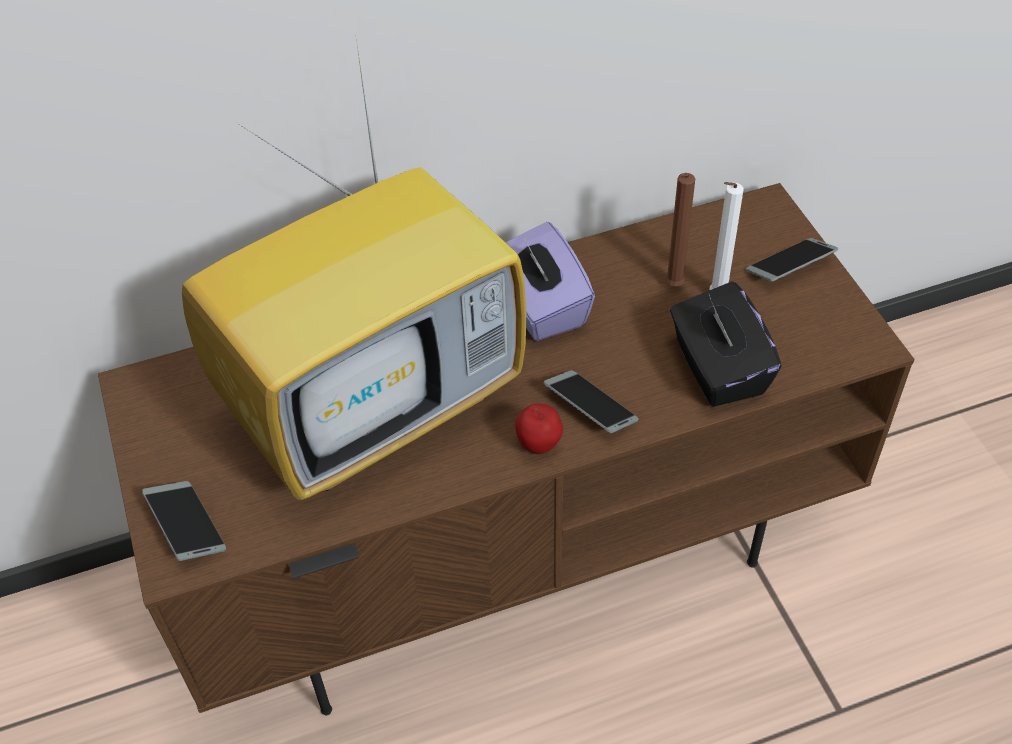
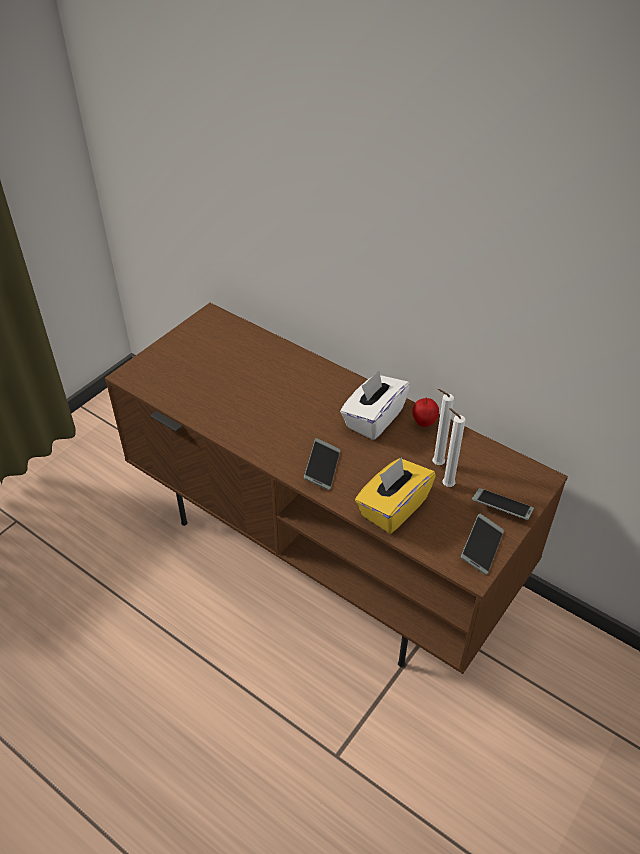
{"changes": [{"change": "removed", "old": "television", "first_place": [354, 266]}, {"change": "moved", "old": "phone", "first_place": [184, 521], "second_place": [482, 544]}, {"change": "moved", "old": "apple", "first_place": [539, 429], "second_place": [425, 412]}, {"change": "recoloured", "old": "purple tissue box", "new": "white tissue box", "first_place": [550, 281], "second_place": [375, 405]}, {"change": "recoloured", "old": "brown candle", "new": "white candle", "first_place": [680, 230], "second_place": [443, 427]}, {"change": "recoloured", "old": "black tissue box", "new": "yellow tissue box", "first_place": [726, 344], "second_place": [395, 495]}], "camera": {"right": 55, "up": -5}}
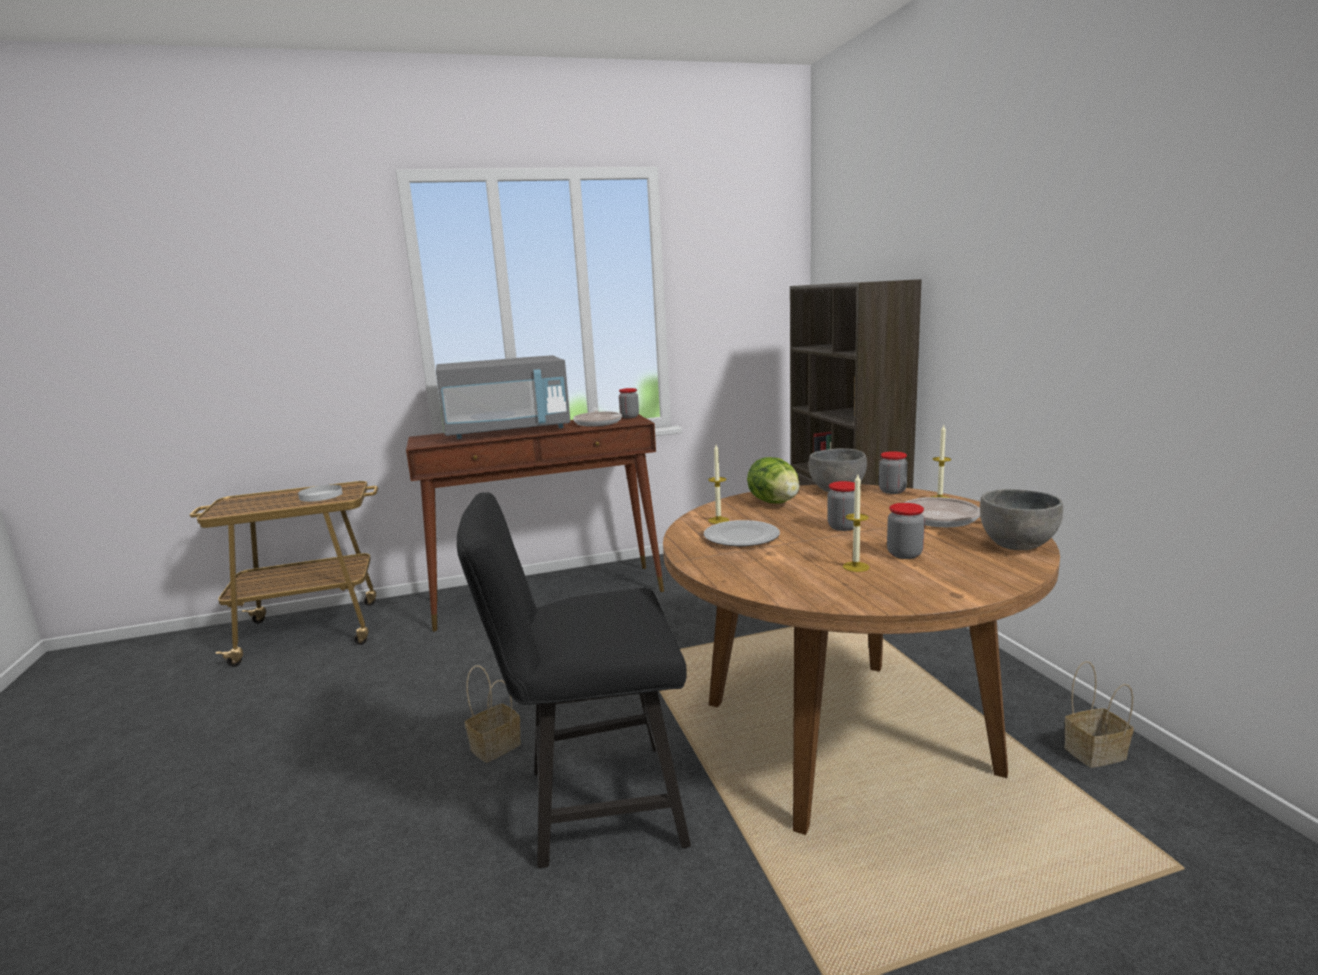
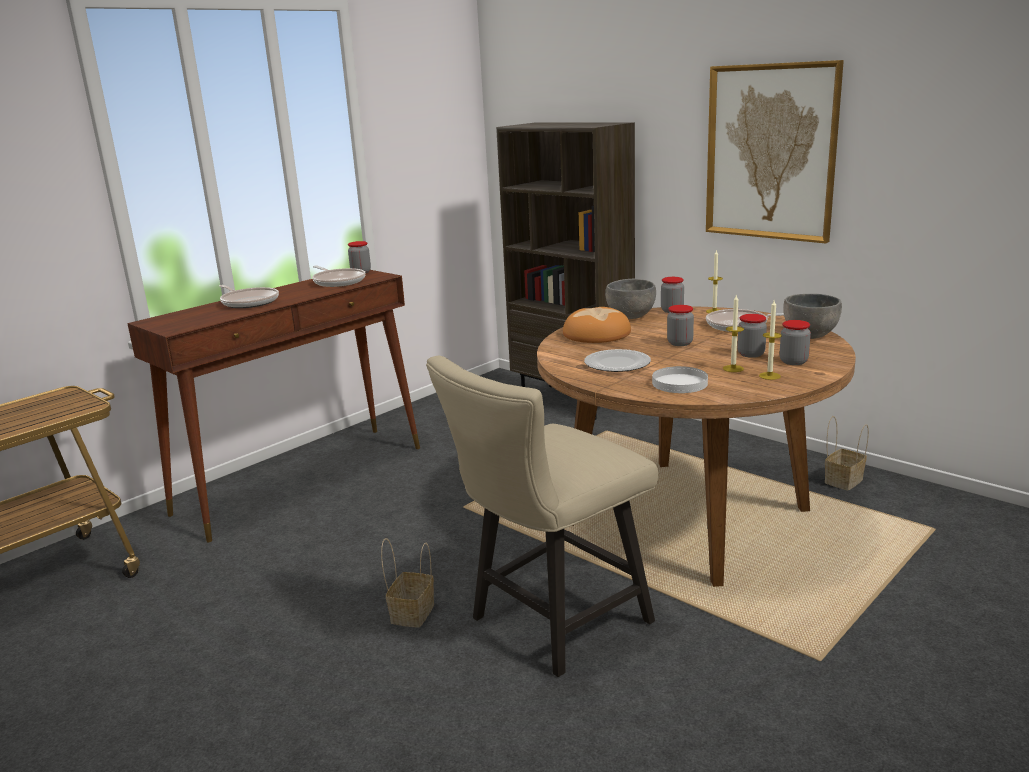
{"changes": [{"change": "added", "new": "picture", "second_place": [775, 151]}, {"change": "added", "new": "jar", "second_place": [795, 342]}, {"change": "moved", "old": "white plate", "first_place": [320, 493], "second_place": [680, 379]}, {"change": "moved", "old": "candle", "first_place": [718, 484], "second_place": [770, 340]}, {"change": "replaced", "old": "grey microwave", "new": "frying pan", "first_place": [503, 397], "second_place": [249, 296]}, {"change": "replaced", "old": "lettuce", "new": "bread", "first_place": [773, 480], "second_place": [597, 325]}, {"change": "recoloured", "old": "black chair", "new": "beige chair", "first_place": [574, 680], "second_place": [542, 516]}], "camera": {"right": -30, "up": 5}}
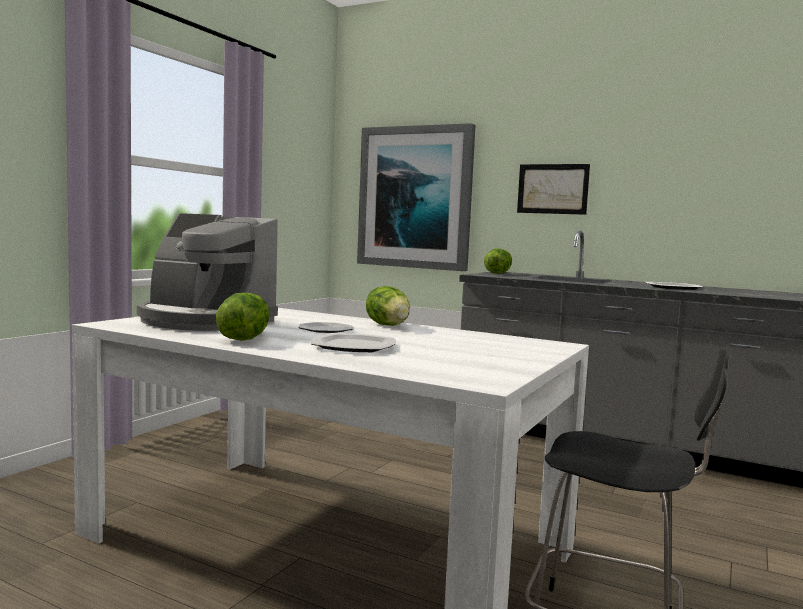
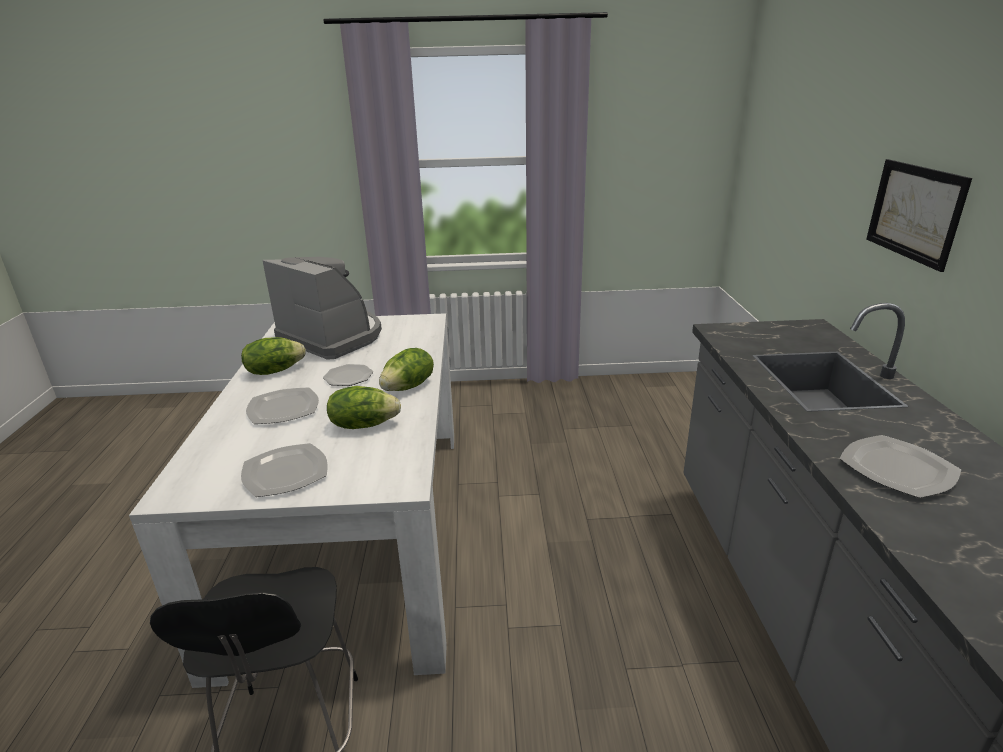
{"changes": [{"change": "removed", "old": "picture", "first_place": [416, 197]}, {"change": "added", "new": "plate", "second_place": [284, 470]}, {"change": "moved", "old": "lettuce", "first_place": [498, 261], "second_place": [364, 407]}, {"change": "turned", "old": "coffee machine", "first_place": [207, 272], "second_place": [322, 308], "degrees": 135}], "camera": {"right": 60, "up": 20}}
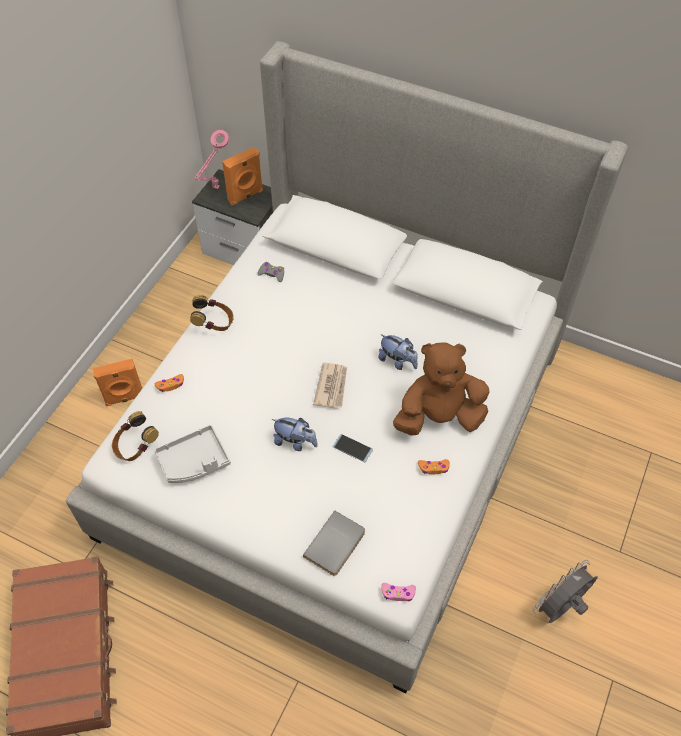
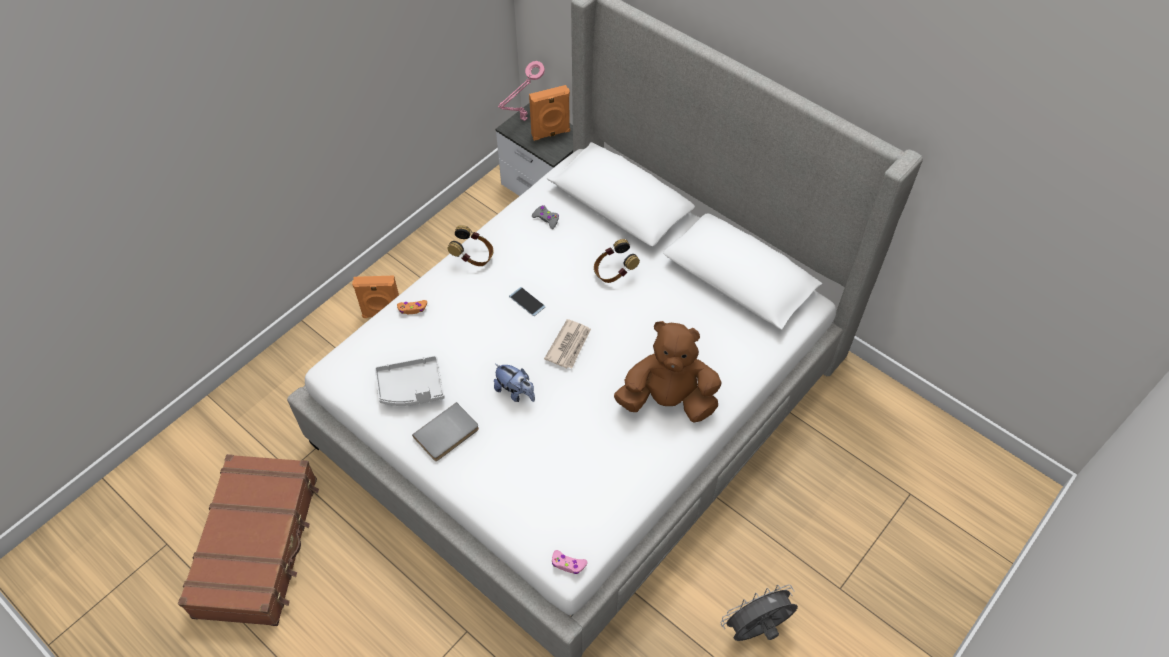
{"changes": [{"change": "removed", "old": "plush toy", "first_place": [398, 352]}, {"change": "removed", "old": "orange game controller", "first_place": [434, 466]}, {"change": "moved", "old": "headphones", "first_place": [135, 436], "second_place": [617, 261]}, {"change": "moved", "old": "grey book", "first_place": [334, 543], "second_place": [445, 431]}, {"change": "moved", "old": "phone", "first_place": [352, 448], "second_place": [527, 301]}], "camera": {"right": 15, "up": 0}}
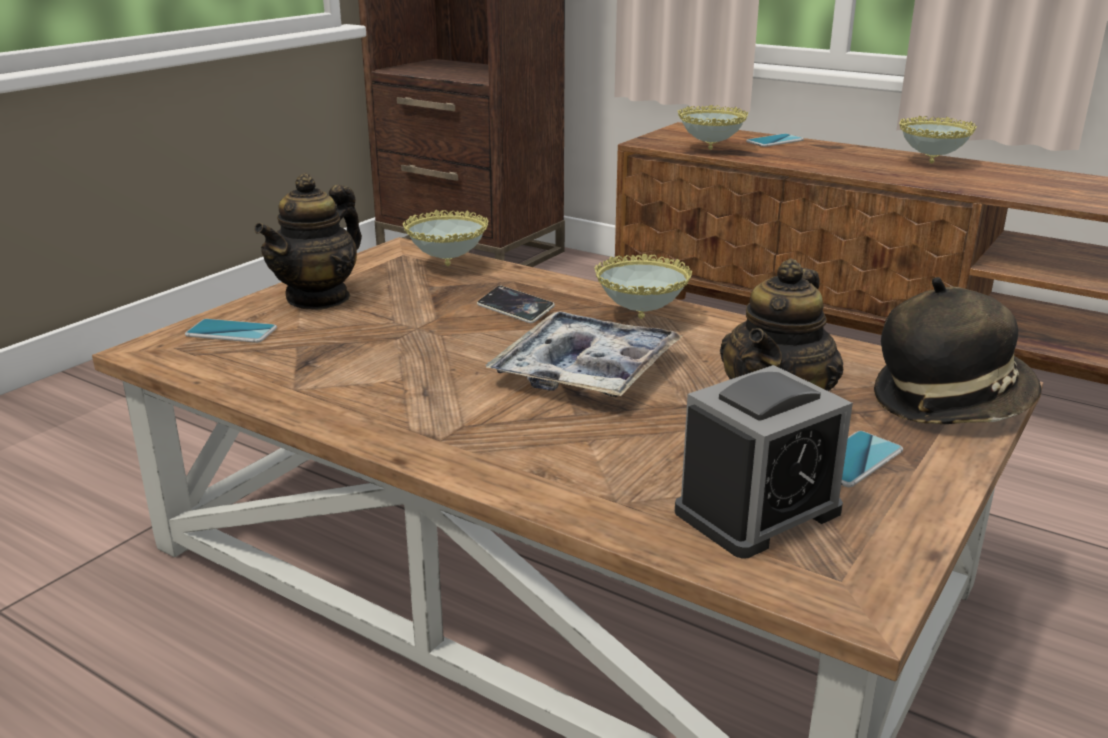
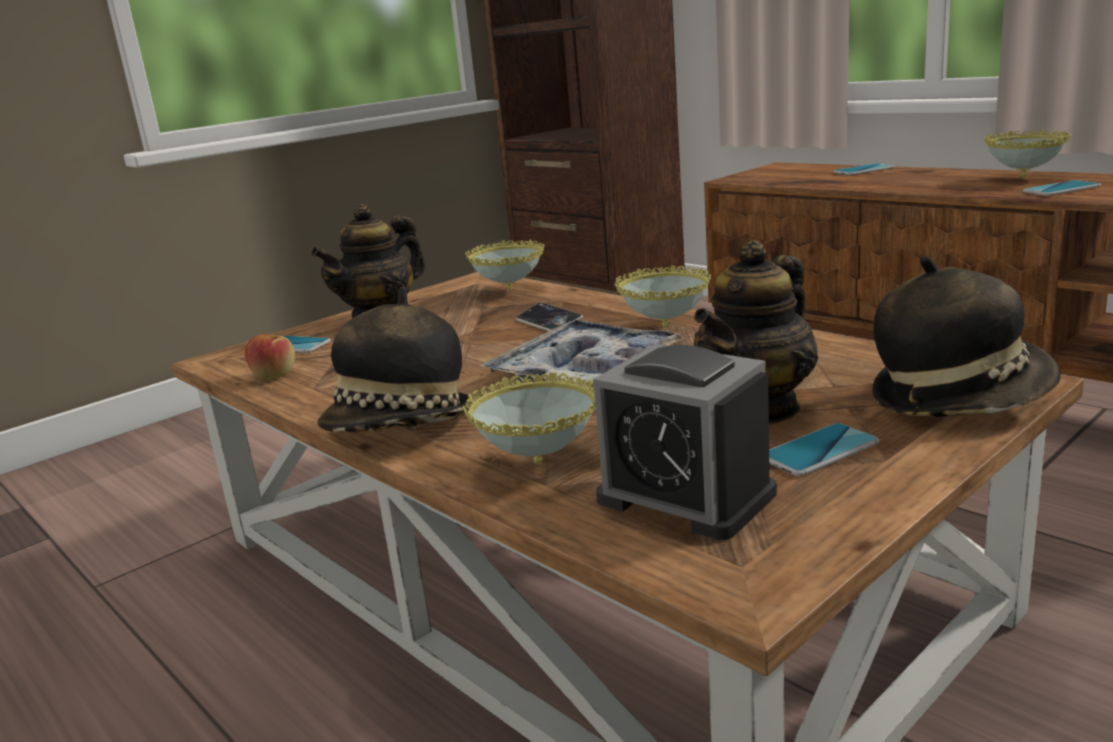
{"changes": [{"change": "added", "new": "apple", "second_place": [270, 357]}, {"change": "added", "new": "hat", "second_place": [394, 359]}, {"change": "added", "new": "phone", "second_place": [1061, 188]}, {"change": "moved", "old": "bowl", "first_place": [713, 127], "second_place": [529, 418]}, {"change": "turned", "old": "alarm clock", "first_place": [764, 462], "second_place": [685, 442], "degrees": 60}], "camera": {"right": 15, "up": -5}}
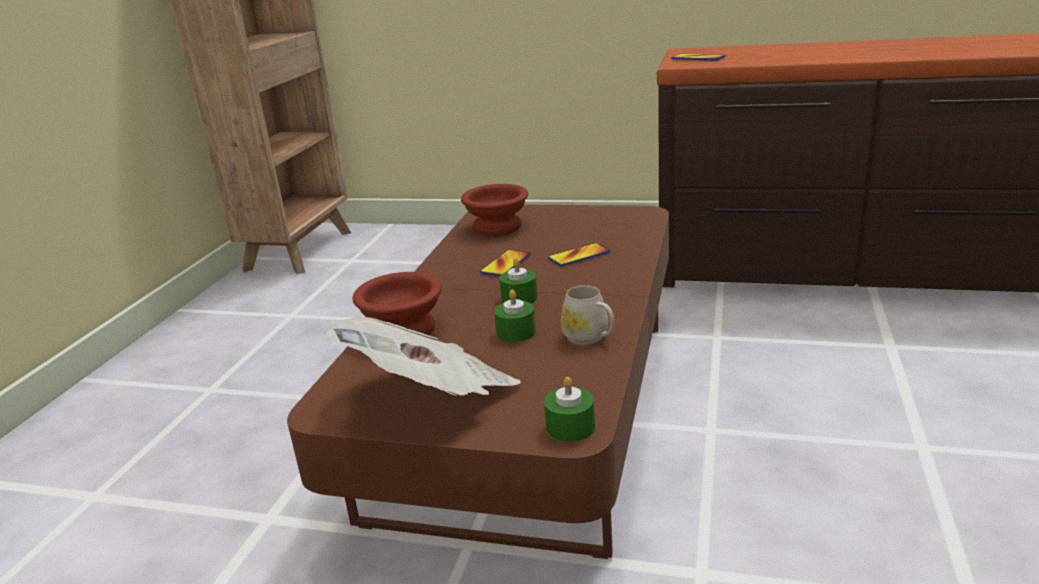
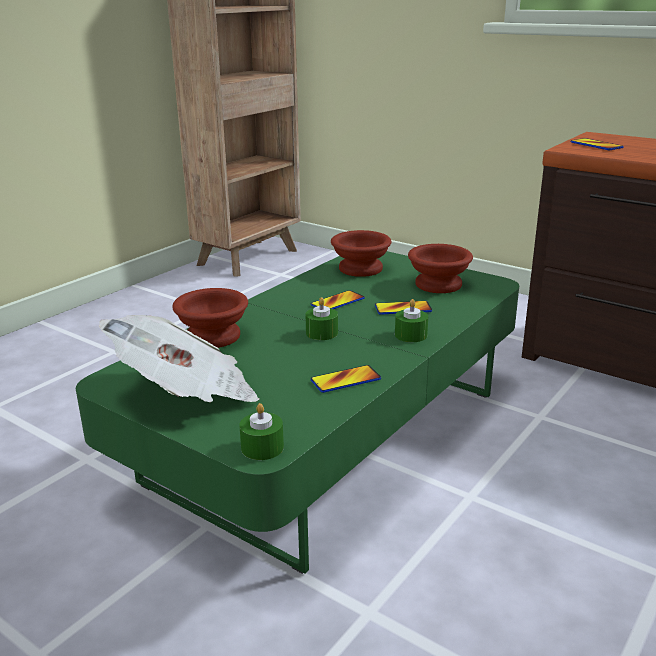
{"changes": [{"change": "added", "new": "brown bowl", "second_place": [440, 268]}, {"change": "moved", "old": "green candle", "first_place": [515, 316], "second_place": [411, 320]}, {"change": "replaced", "old": "white mug", "new": "phone", "first_place": [588, 315], "second_place": [346, 379]}, {"change": "recoloured", "old": "brown coffee table", "new": "green coffee table", "first_place": [478, 382], "second_place": [297, 412]}], "camera": {"right": 20, "up": 0}}
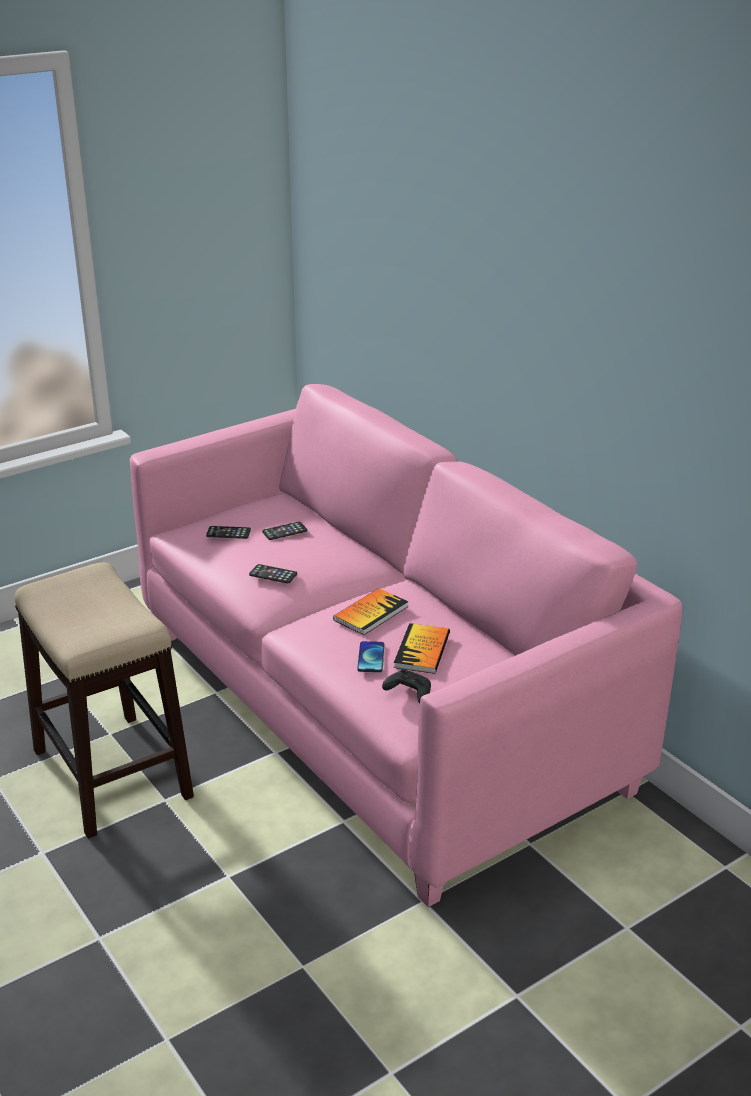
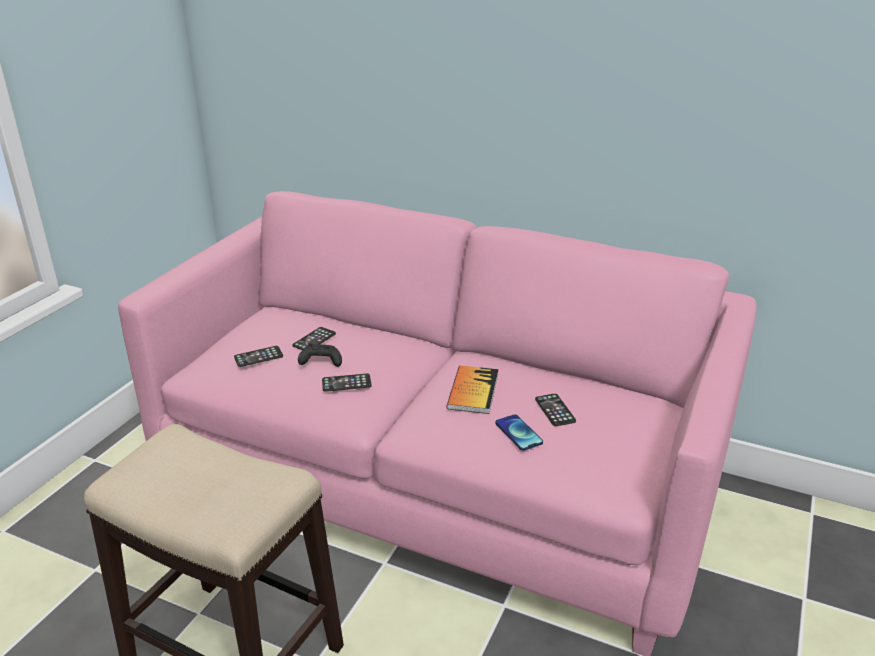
{"changes": [{"change": "moved", "old": "black game controller", "first_place": [406, 686], "second_place": [320, 355]}, {"change": "replaced", "old": "book", "new": "phone", "first_place": [422, 648], "second_place": [555, 410]}], "camera": {"right": -30, "up": 0}}
